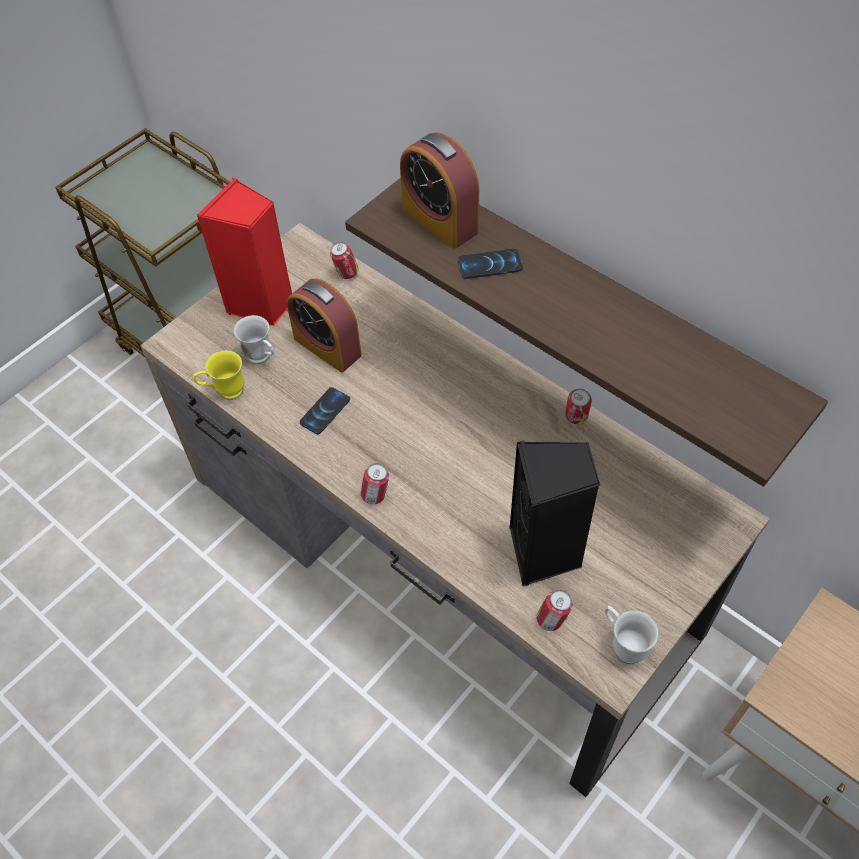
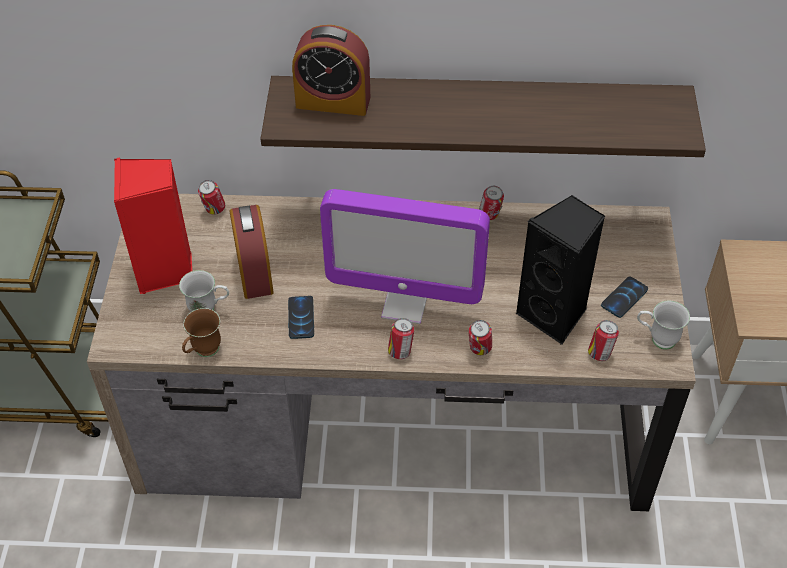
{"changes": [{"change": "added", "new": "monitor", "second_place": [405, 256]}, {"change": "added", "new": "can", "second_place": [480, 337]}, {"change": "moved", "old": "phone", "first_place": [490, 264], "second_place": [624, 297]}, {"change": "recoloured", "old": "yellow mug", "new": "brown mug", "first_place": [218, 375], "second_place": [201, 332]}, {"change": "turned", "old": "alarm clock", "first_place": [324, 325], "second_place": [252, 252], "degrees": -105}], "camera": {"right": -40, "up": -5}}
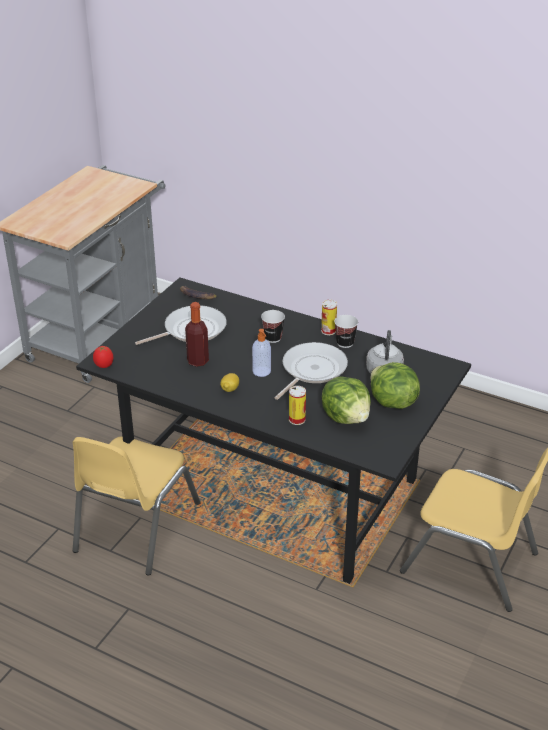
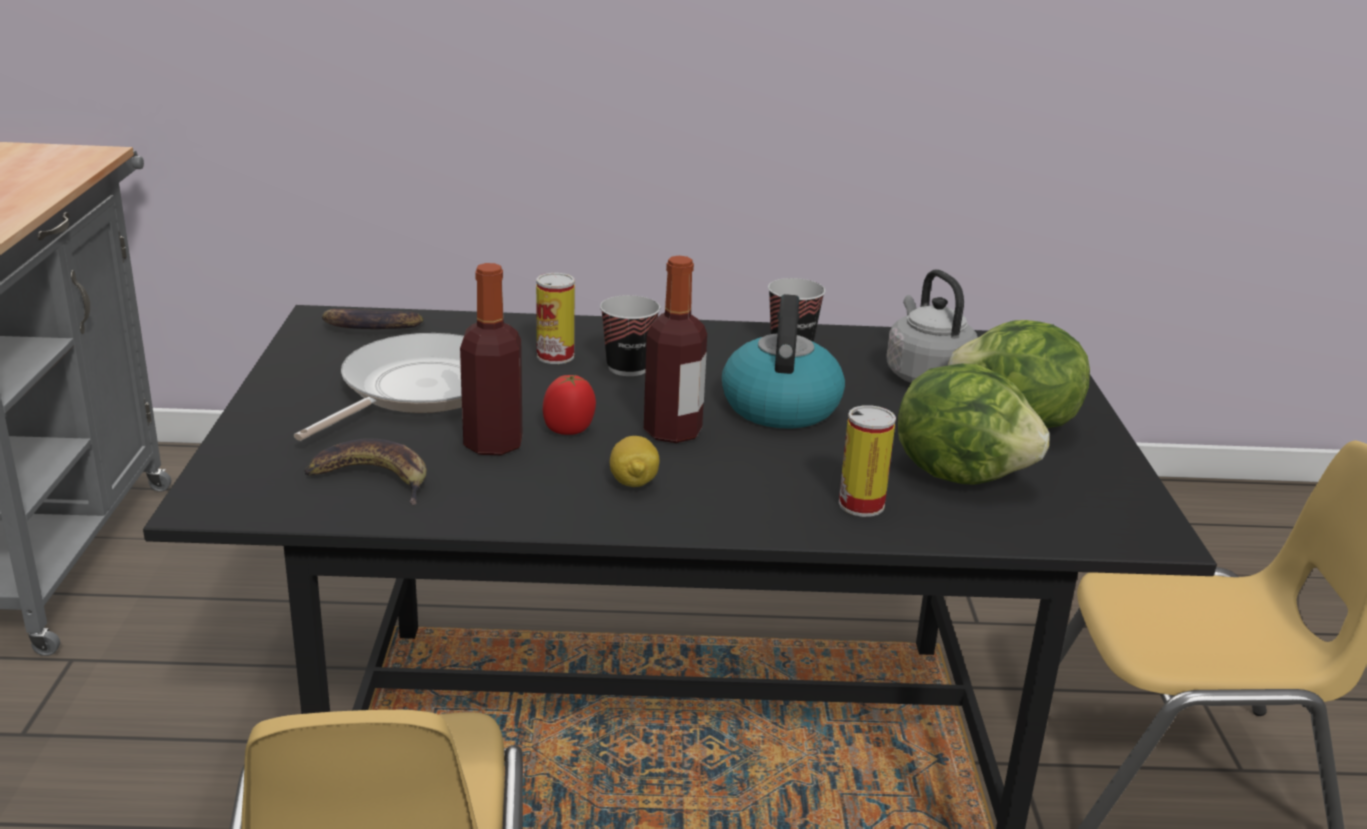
{"changes": [{"change": "added", "new": "banana", "second_place": [365, 471]}, {"change": "moved", "old": "tomato", "first_place": [103, 357], "second_place": [569, 405]}, {"change": "moved", "old": "can", "first_place": [329, 317], "second_place": [555, 318]}, {"change": "replaced", "old": "soap dispenser", "new": "bottle", "first_place": [261, 353], "second_place": [675, 349]}, {"change": "replaced", "old": "frying pan", "new": "kettle", "first_place": [311, 371], "second_place": [783, 361]}], "camera": {"right": -30, "up": -10}}
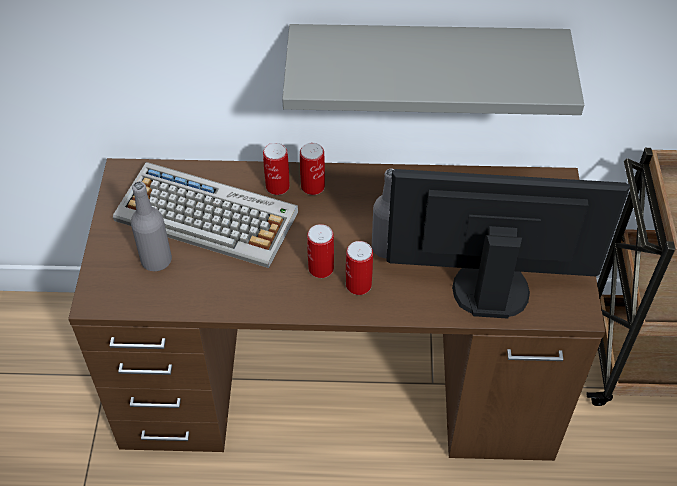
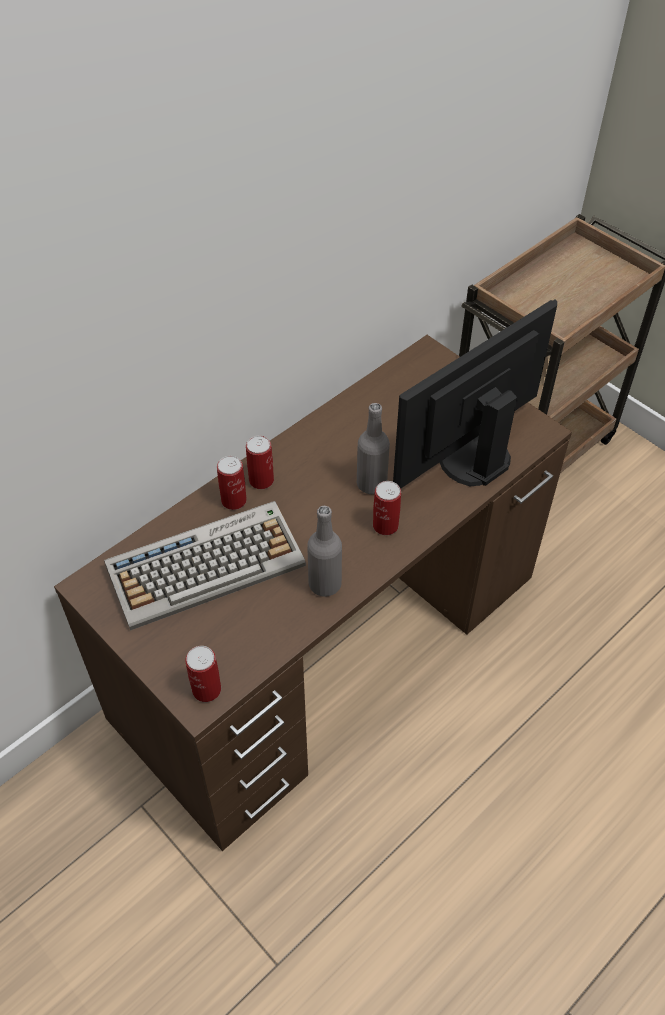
{"changes": [{"change": "removed", "old": "grey shelf", "first_place": [433, 69]}, {"change": "moved", "old": "grey bottle", "first_place": [151, 226], "second_place": [324, 551]}, {"change": "moved", "old": "can", "first_place": [320, 251], "second_place": [203, 674]}], "camera": {"right": -45, "up": 0}}
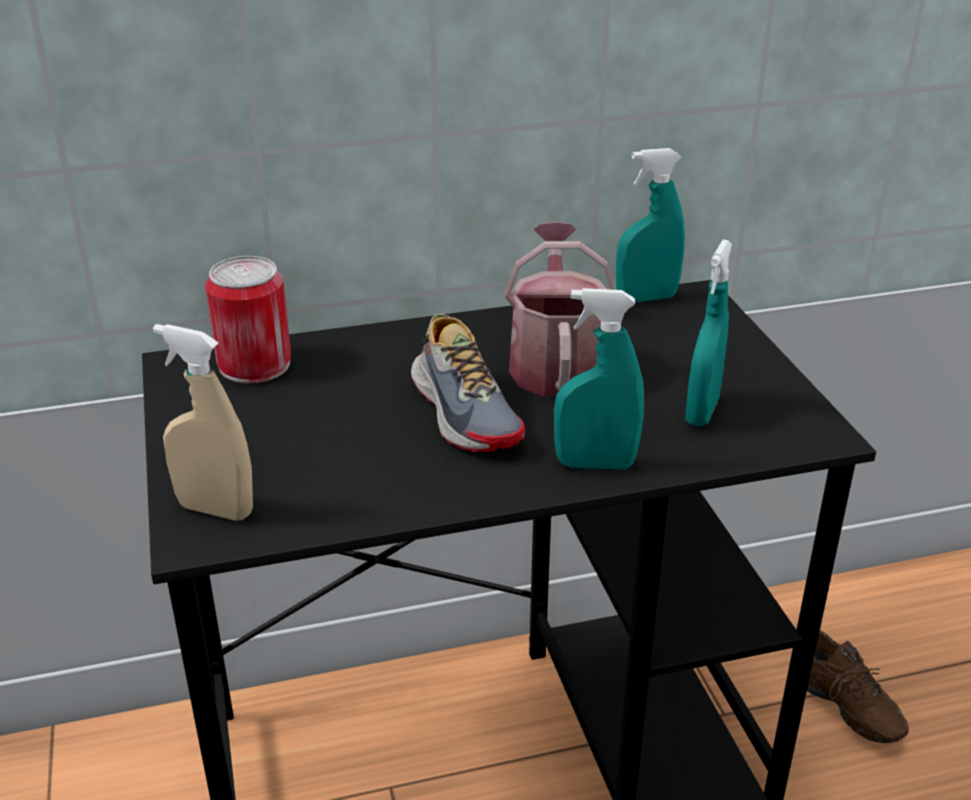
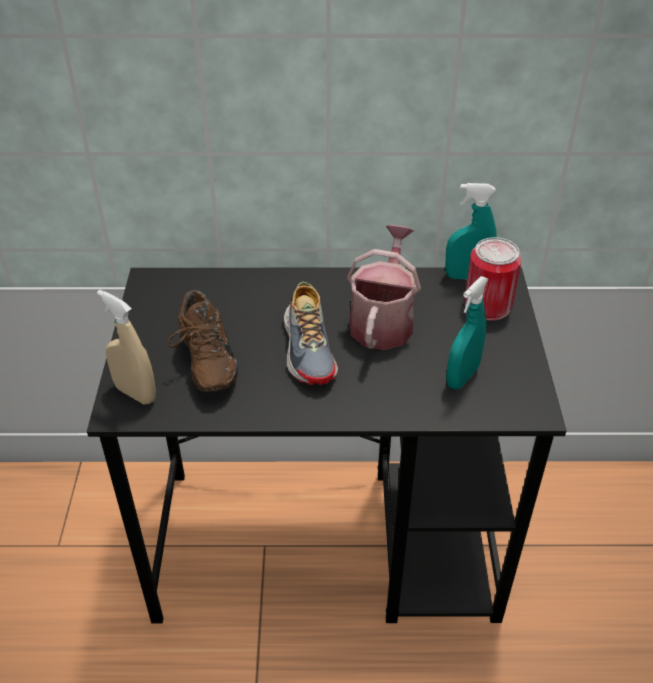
{"changes": [{"change": "removed", "old": "turquoise spray bottle", "first_place": [599, 378]}, {"change": "moved", "old": "can", "first_place": [248, 320], "second_place": [493, 279]}, {"change": "moved", "old": "brown shoe", "first_place": [858, 686], "second_place": [202, 341]}], "camera": {"right": 15, "up": 10}}
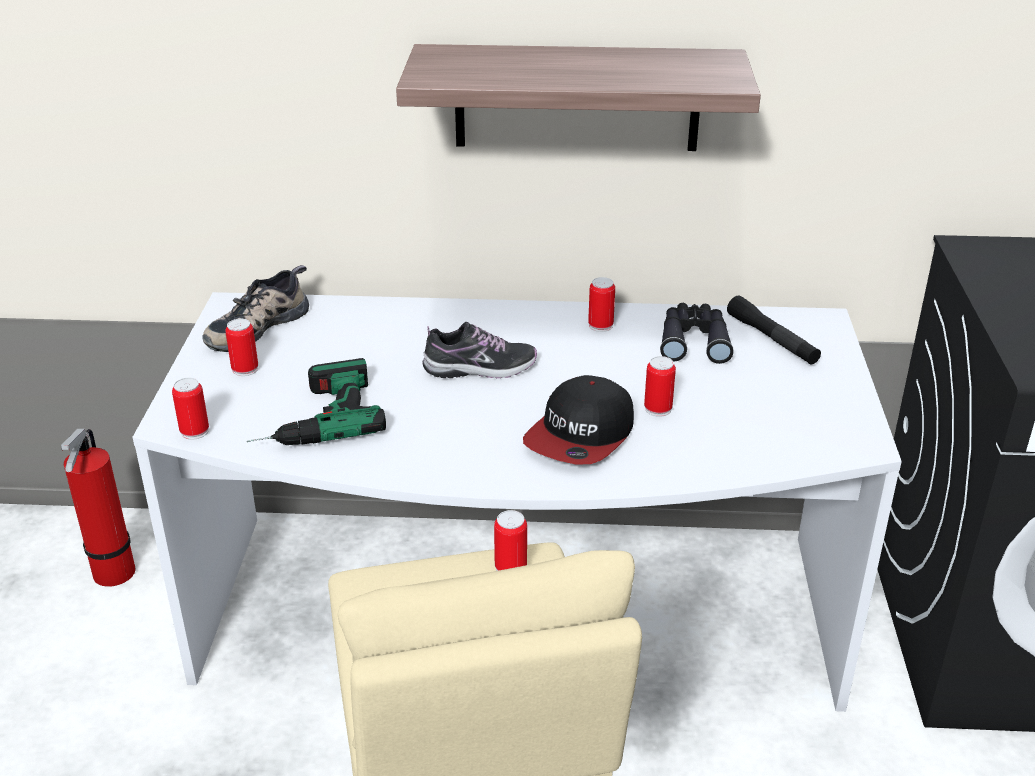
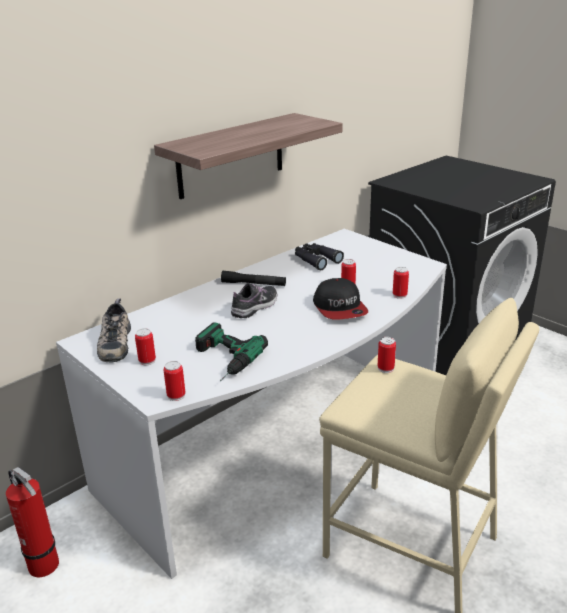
{"changes": [{"change": "moved", "old": "can", "first_place": [601, 304], "second_place": [401, 283]}, {"change": "moved", "old": "black flashlight", "first_place": [774, 330], "second_place": [253, 278]}], "camera": {"right": -45, "up": -5}}
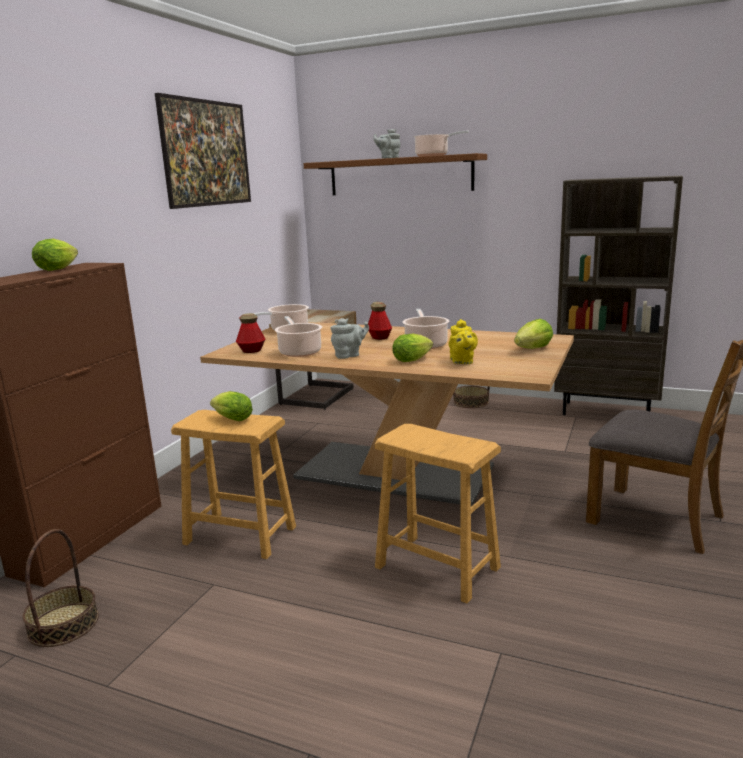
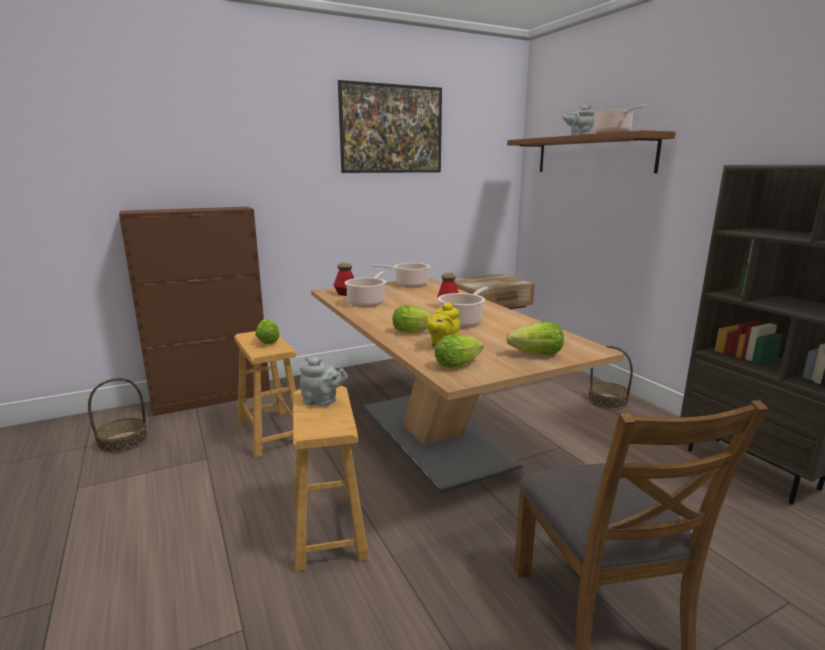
{"changes": [{"change": "moved", "old": "lettuce", "first_place": [55, 255], "second_place": [459, 351]}, {"change": "moved", "old": "grey teapot", "first_place": [350, 338], "second_place": [324, 381]}], "camera": {"right": 40, "up": 0}}
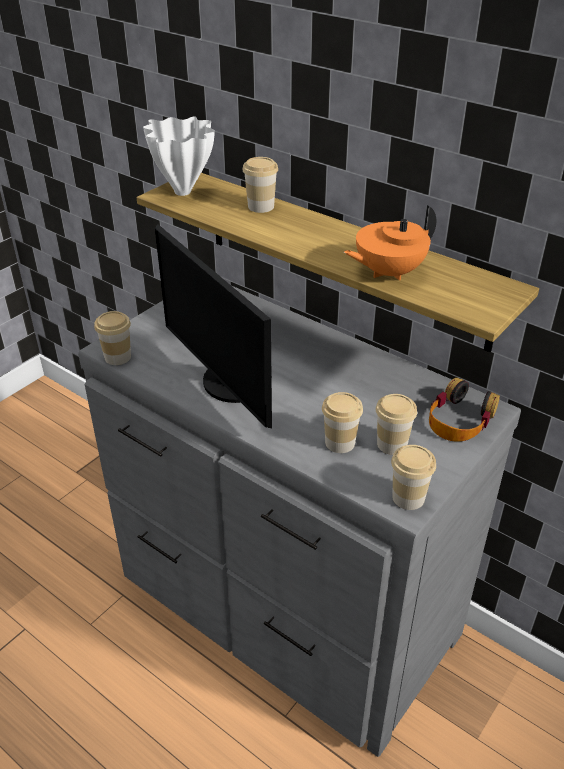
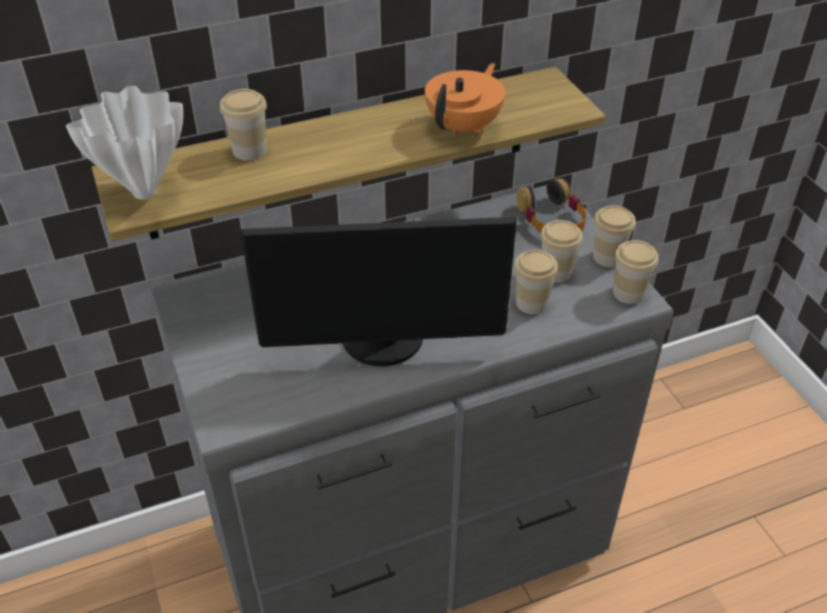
{"changes": [{"change": "moved", "old": "cup", "first_place": [112, 338], "second_place": [614, 236]}, {"change": "turned", "old": "orange teapot", "first_place": [390, 242], "second_place": [465, 99], "degrees": -150}], "camera": {"right": -60, "up": 5}}
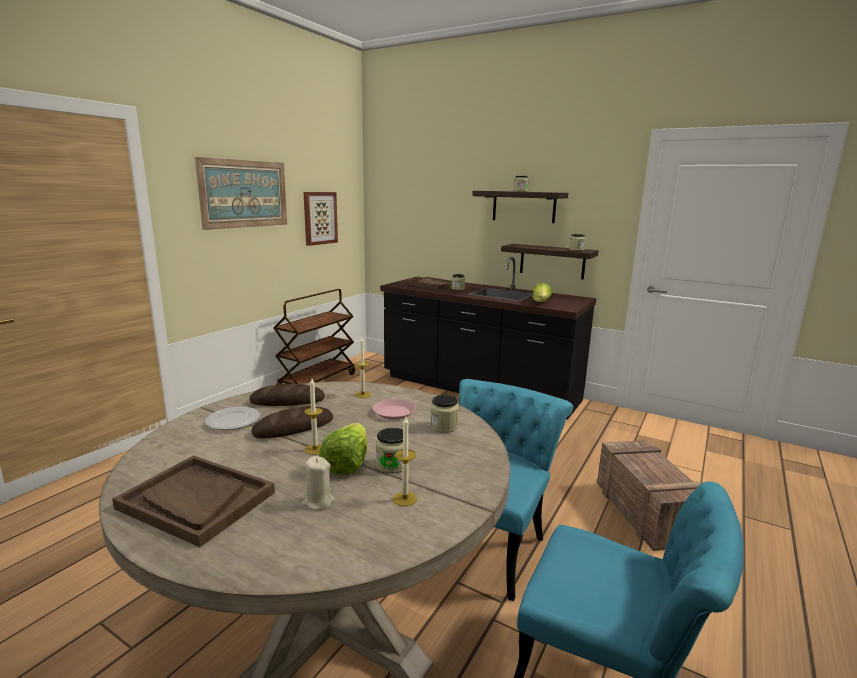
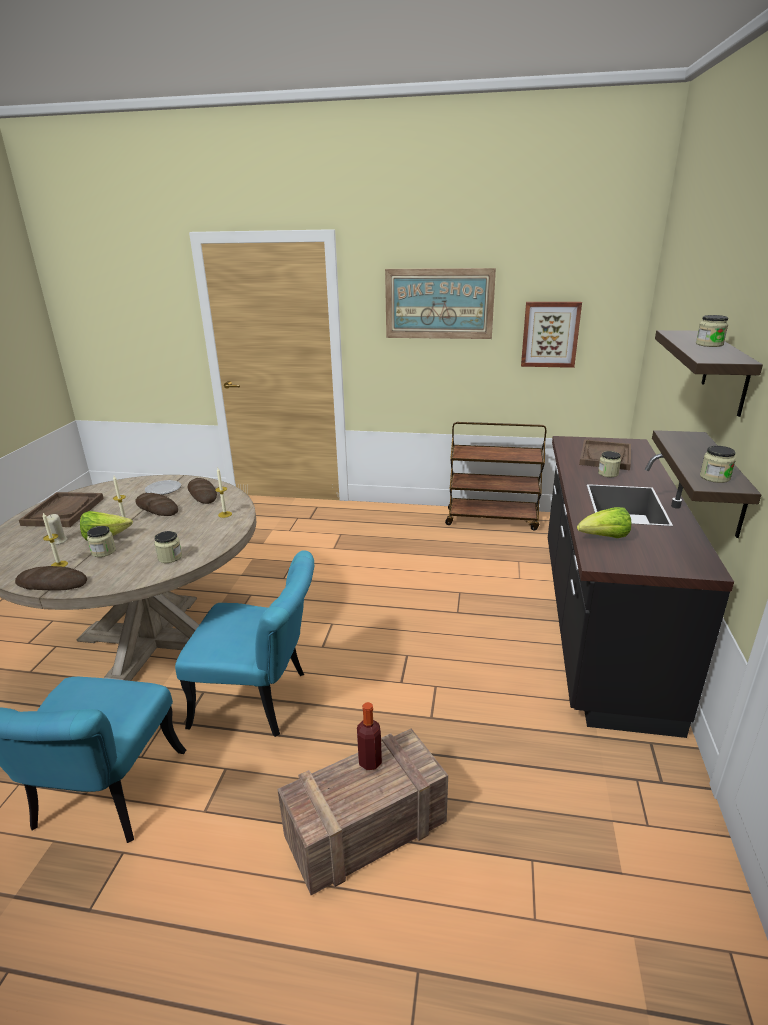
{"changes": [{"change": "removed", "old": "pink plate", "first_place": [394, 409]}, {"change": "added", "new": "bread", "second_place": [51, 578]}, {"change": "added", "new": "bottle", "second_place": [369, 736]}], "camera": {"right": 70, "up": 10}}
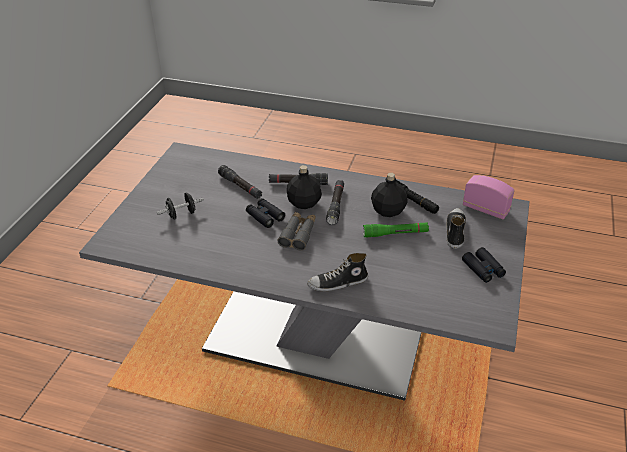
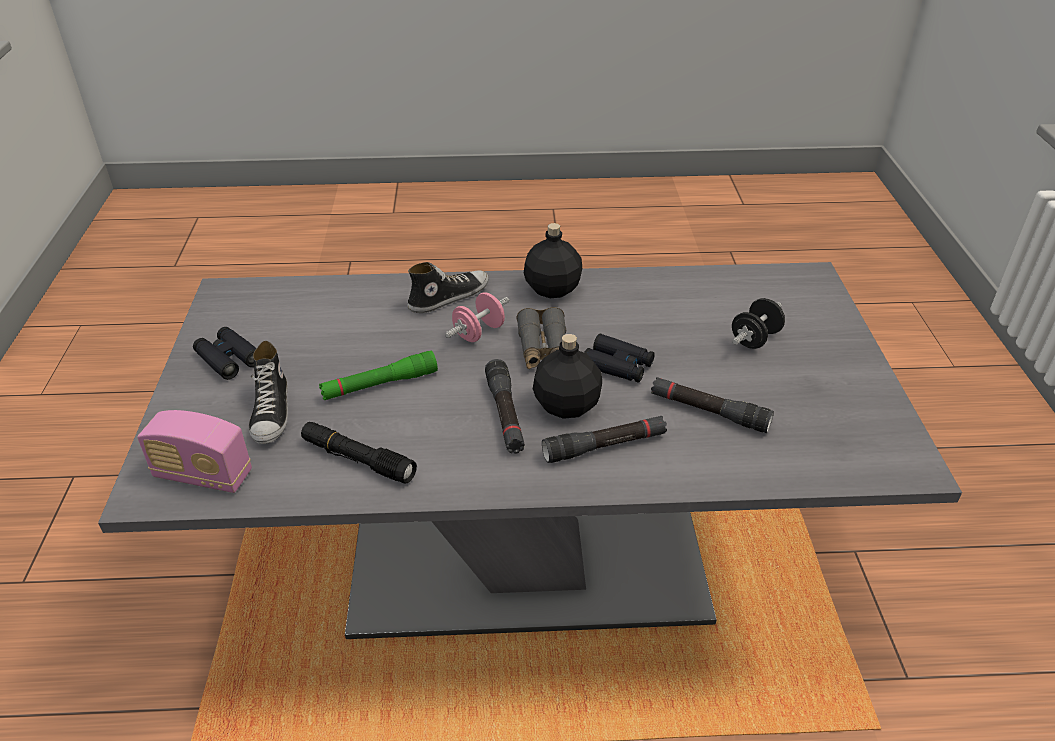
{"changes": [{"change": "added", "new": "pink dumbbell", "second_place": [477, 317]}, {"change": "moved", "old": "black bottle", "first_place": [389, 195], "second_place": [553, 260]}], "camera": {"right": 160, "up": 0}}
